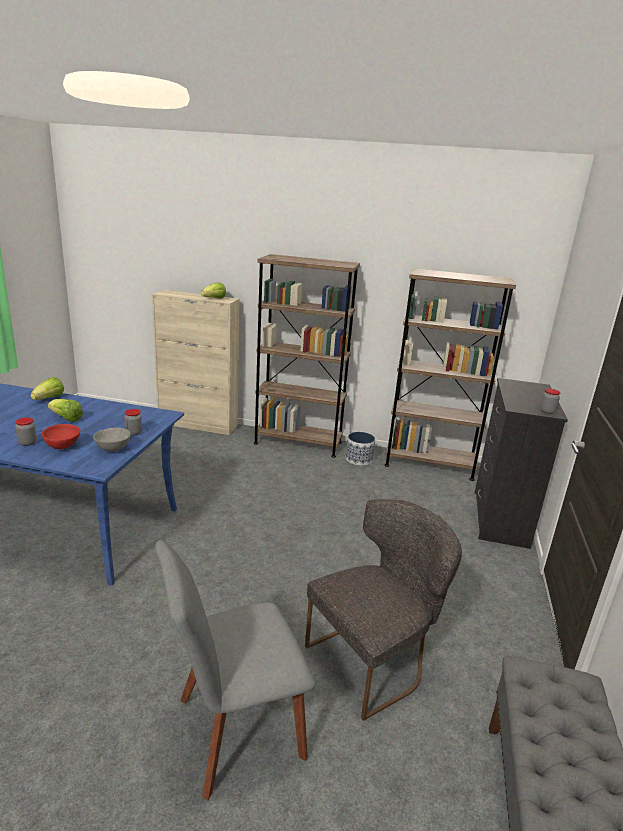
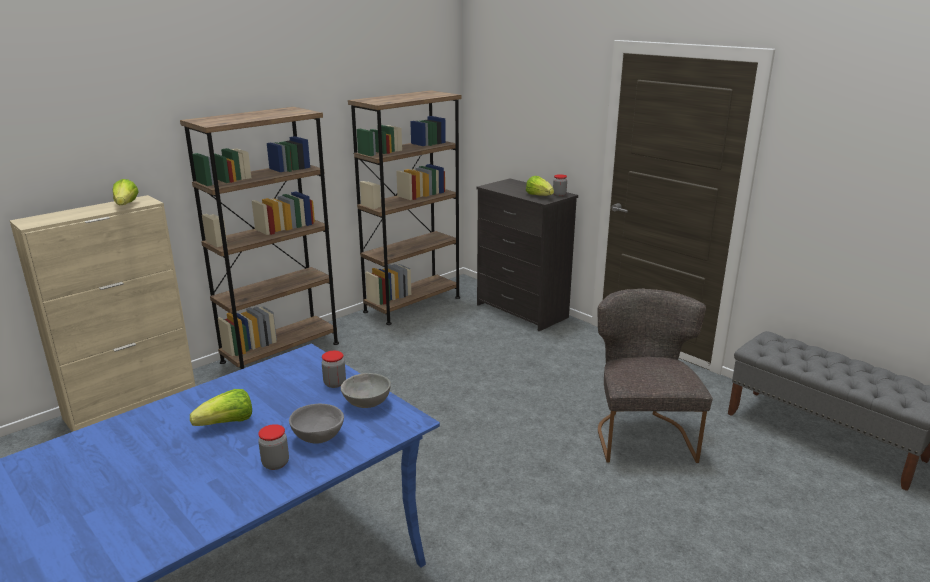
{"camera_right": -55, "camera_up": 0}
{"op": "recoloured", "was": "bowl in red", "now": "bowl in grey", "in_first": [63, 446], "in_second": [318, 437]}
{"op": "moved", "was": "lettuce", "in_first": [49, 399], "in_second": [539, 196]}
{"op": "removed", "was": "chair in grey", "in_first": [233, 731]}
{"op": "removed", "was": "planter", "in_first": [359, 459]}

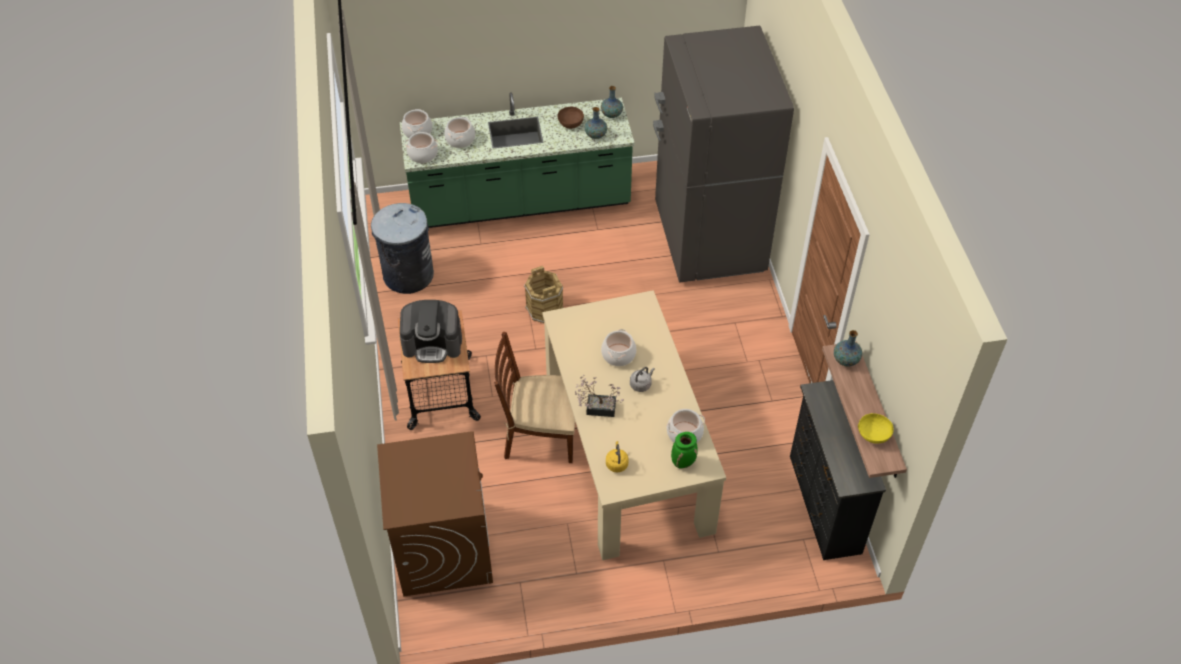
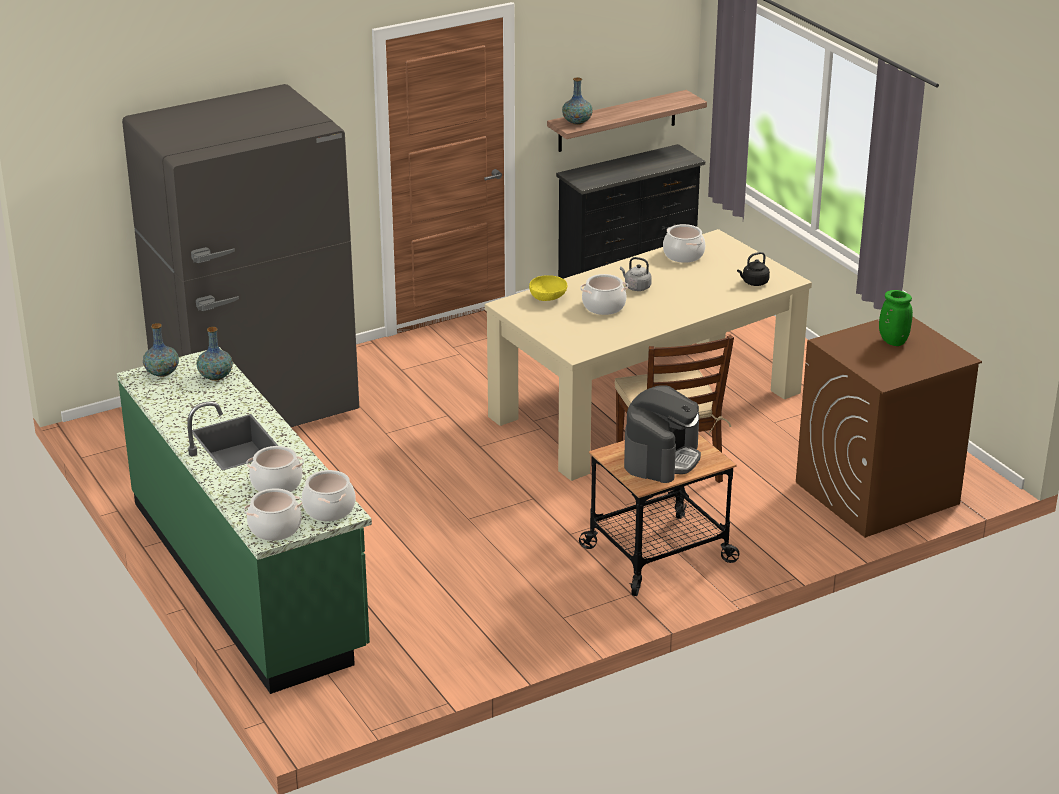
{"camera_right": -110, "camera_up": -20}
{"op": "moved", "was": "bowl in yellow", "in_first": [873, 435], "in_second": [548, 298]}
{"op": "turned", "was": "coffee machine", "in_first": [433, 343], "in_second": [661, 457], "clockwise": 45}
{"op": "recoloured", "was": "kettle in yellow", "now": "kettle in black", "in_first": [616, 463], "in_second": [754, 283]}
{"op": "moved", "was": "vase in green", "in_first": [683, 462], "in_second": [892, 341]}
{"op": "removed", "was": "trash can in grey", "in_first": [407, 275]}
{"op": "removed", "was": "bucket in brown", "in_first": [544, 309]}
{"op": "removed", "was": "bowl in brown", "in_first": [570, 123]}
{"op": "removed", "was": "potted plant", "in_first": [597, 408]}

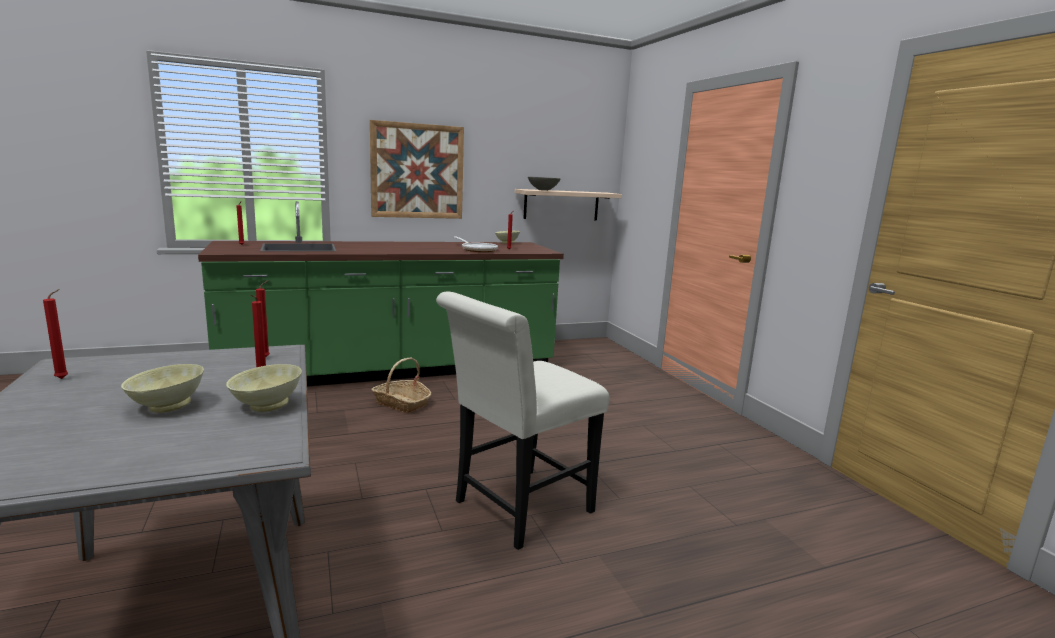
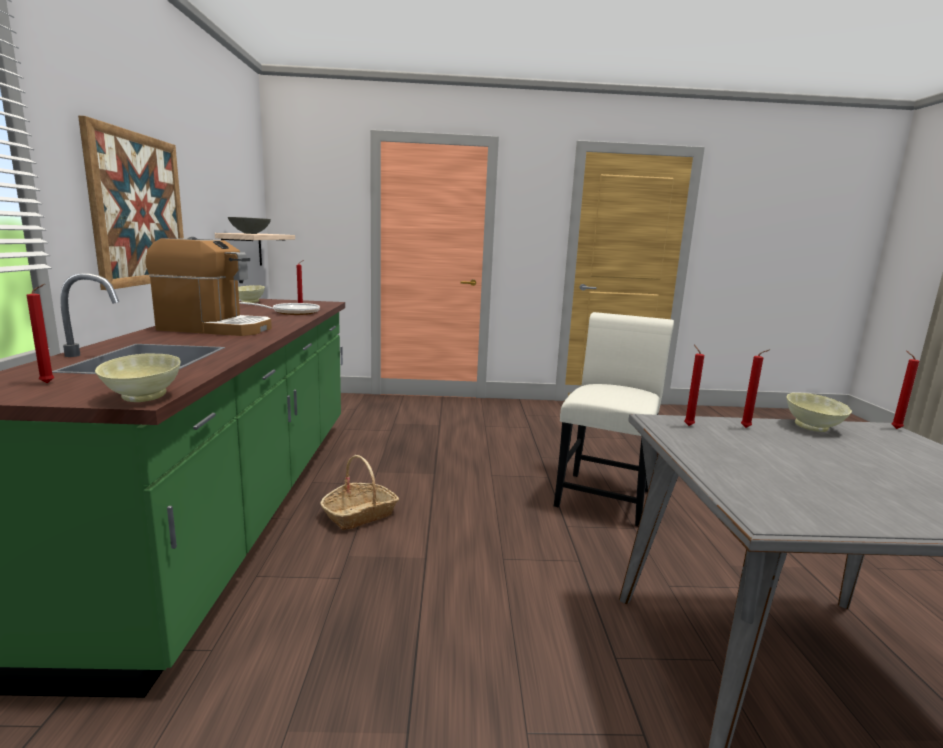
{"camera_right": -70, "camera_up": 0}
{"op": "moved", "was": "bowl in beige", "in_first": [166, 406], "in_second": [142, 397]}
{"op": "added", "now": "coffee machine", "in_second": [215, 328]}
{"op": "turned", "was": "chair in white", "in_first": [516, 510], "in_second": [605, 494], "clockwise": -135}
{"op": "moved", "was": "candle in red", "in_first": [64, 378], "in_second": [894, 428]}

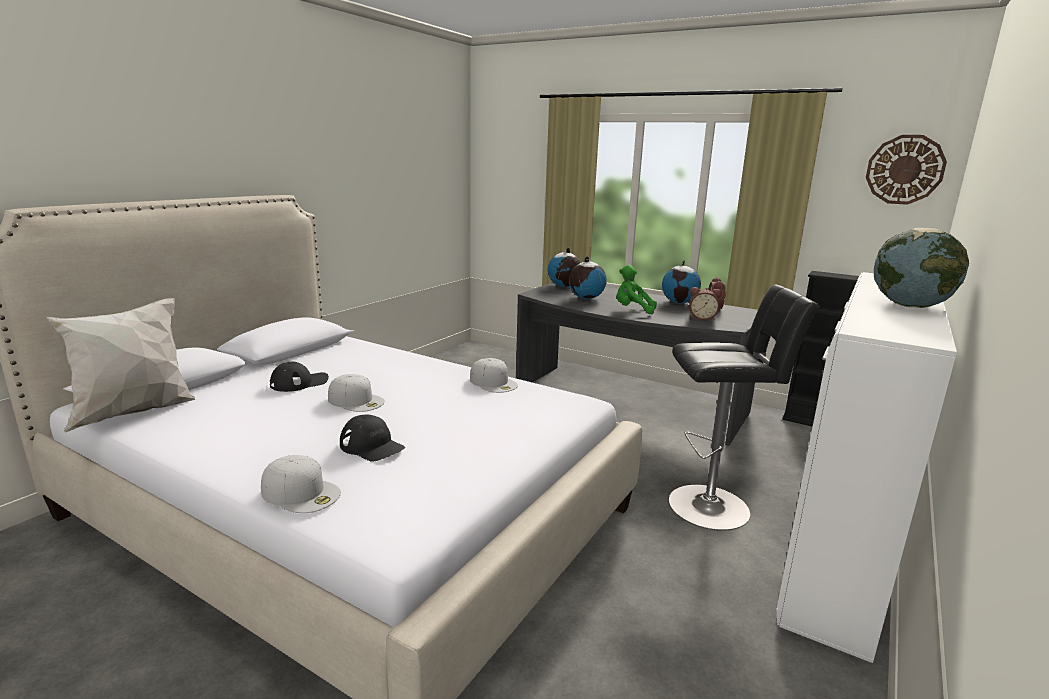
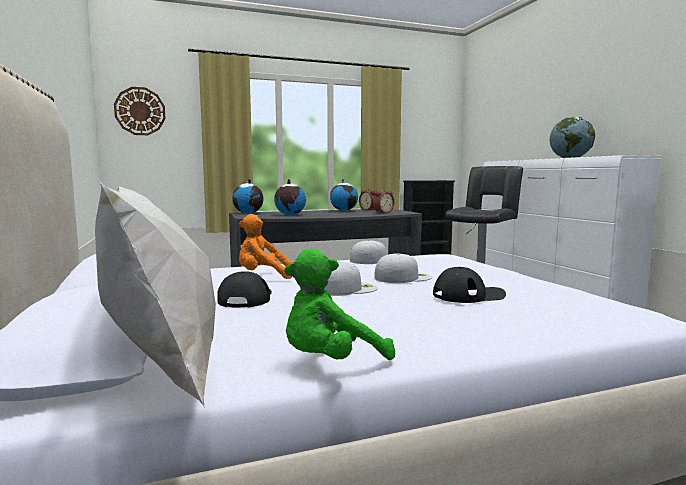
{"camera_right": -50, "camera_up": -10}
{"op": "moved", "was": "wall clock", "in_first": [904, 169], "in_second": [140, 111]}
{"op": "added", "now": "plush toy in orange", "in_second": [263, 276]}
{"op": "moved", "was": "plush toy in green", "in_first": [632, 310], "in_second": [331, 362]}
{"op": "moved", "was": "cap in white", "in_first": [301, 493], "in_second": [403, 277]}

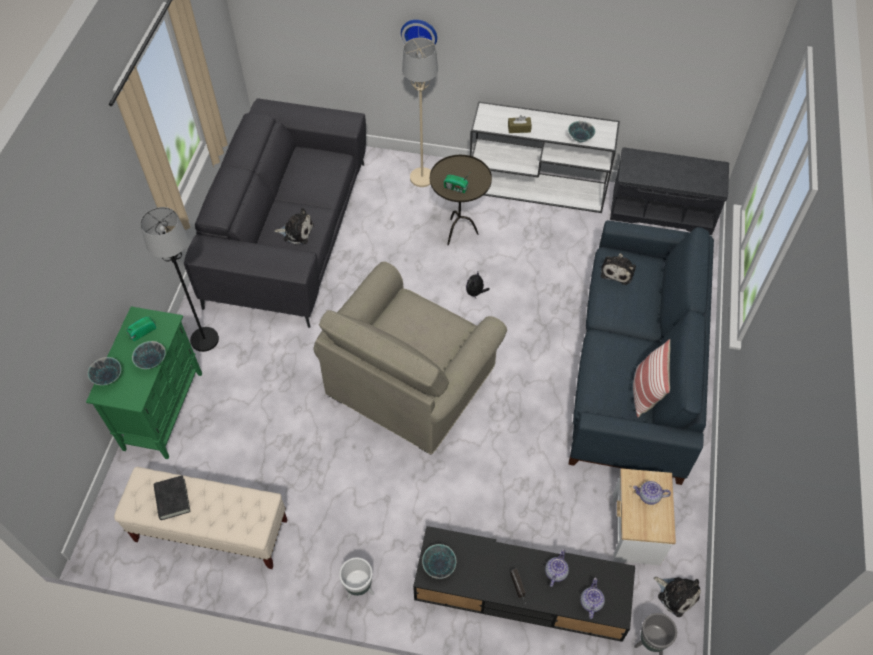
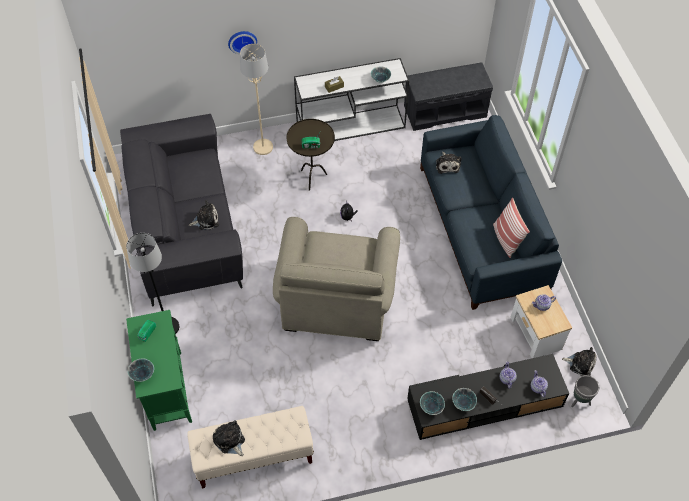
{"camera_right": -25, "camera_up": 0}
{"op": "replaced", "was": "book in black", "now": "plush toy", "in_first": [172, 499], "in_second": [229, 441]}
{"op": "moved", "was": "bowl", "in_first": [152, 362], "in_second": [463, 404]}
{"op": "removed", "was": "planter in white", "in_first": [359, 589]}

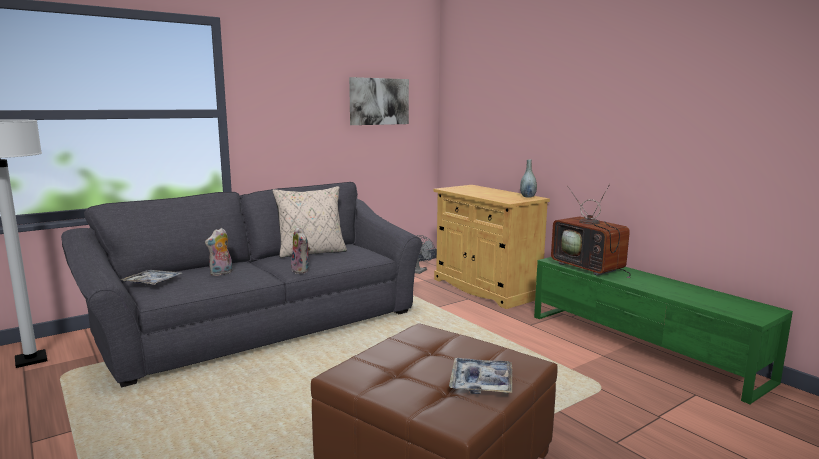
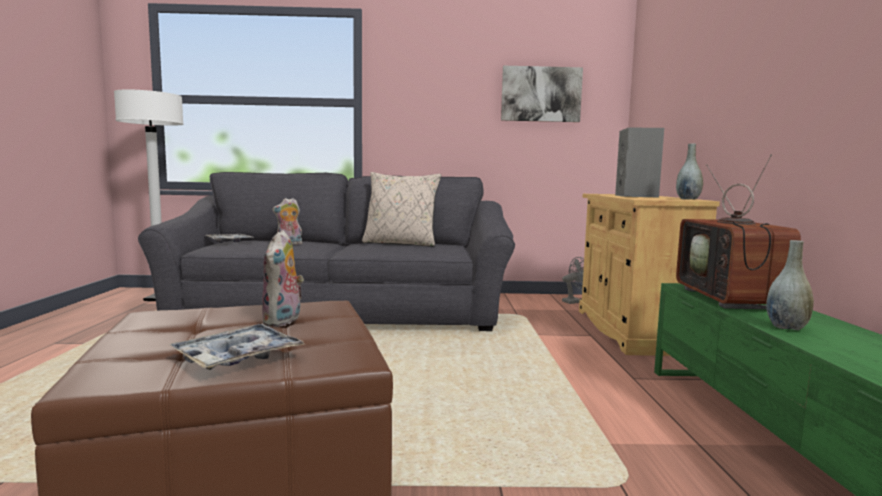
{"camera_right": 35, "camera_up": -5}
{"op": "moved", "was": "plush toy", "in_first": [302, 270], "in_second": [283, 321]}
{"op": "added", "now": "speaker in grey", "in_second": [637, 196]}
{"op": "added", "now": "vase in grey", "in_second": [786, 327]}

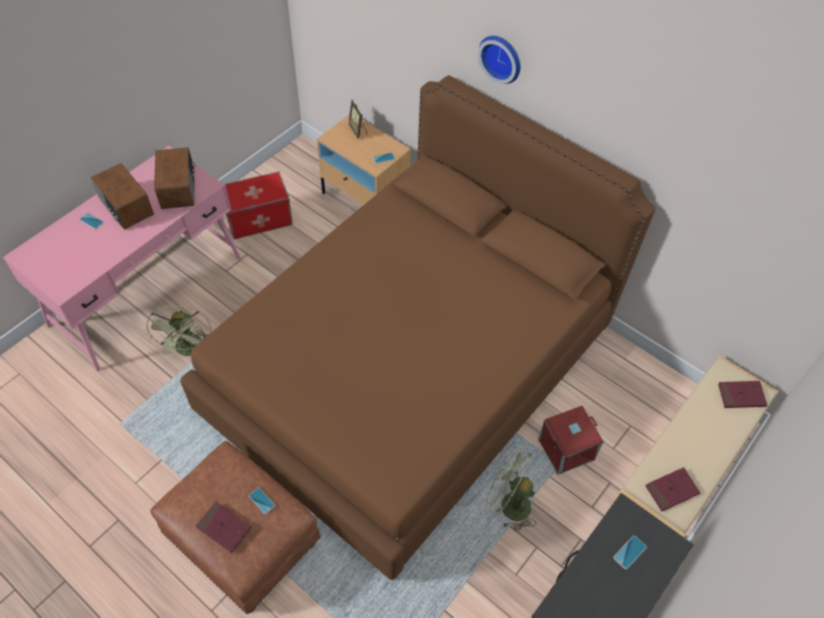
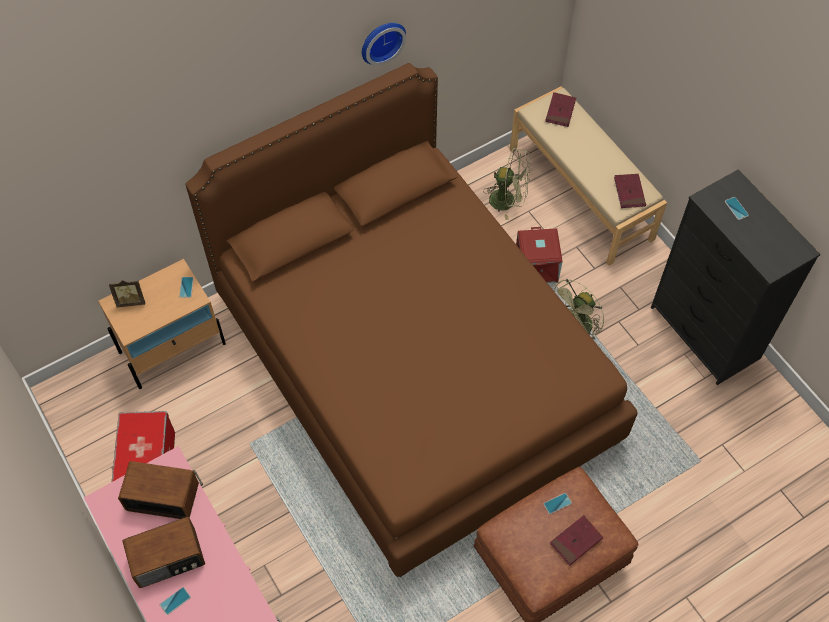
{"camera_right": -70, "camera_up": 5}
{"op": "moved", "was": "wall clock", "in_first": [502, 57], "in_second": [381, 40]}
{"op": "moved", "was": "fan in green", "in_first": [189, 350], "in_second": [508, 200]}

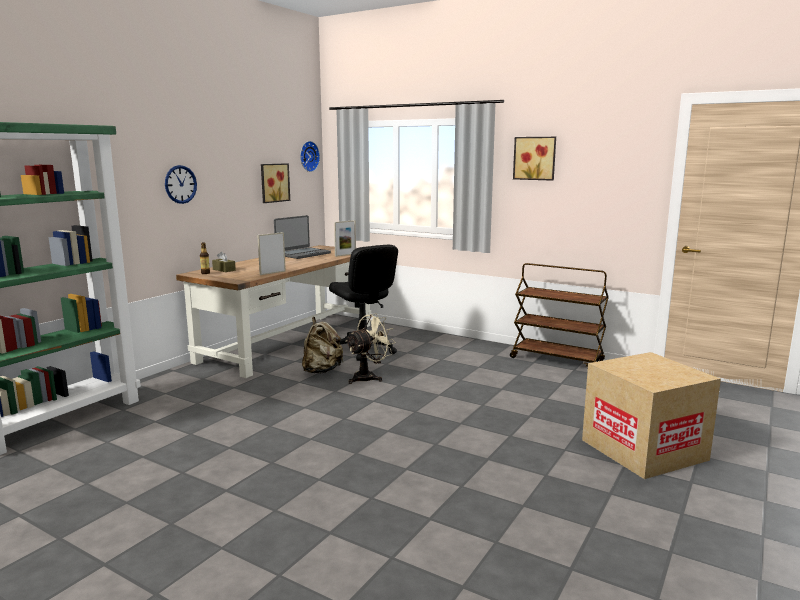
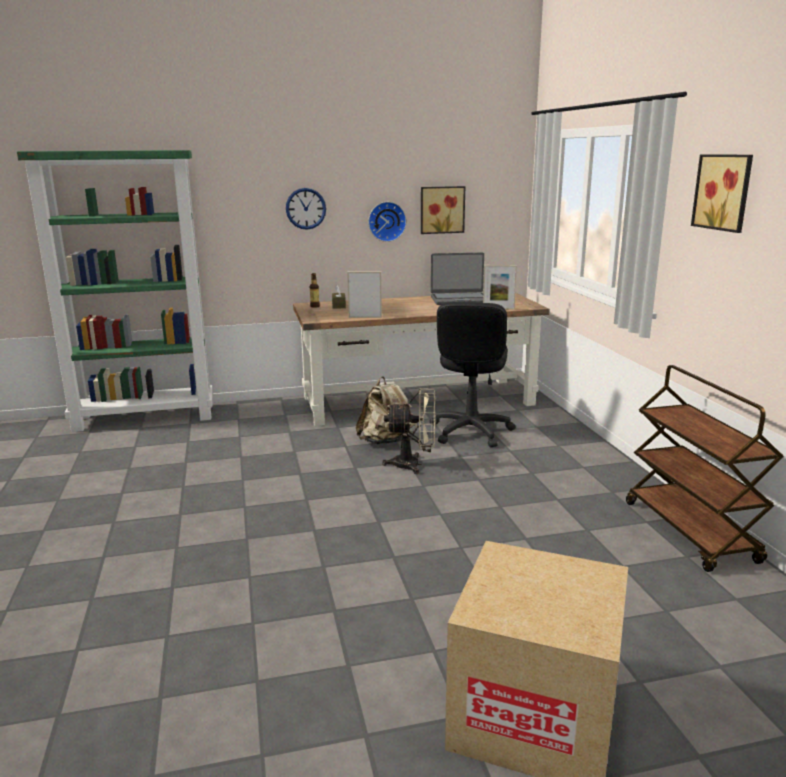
{"camera_right": 45, "camera_up": 5}
{"op": "moved", "was": "wall clock", "in_first": [308, 156], "in_second": [386, 221]}

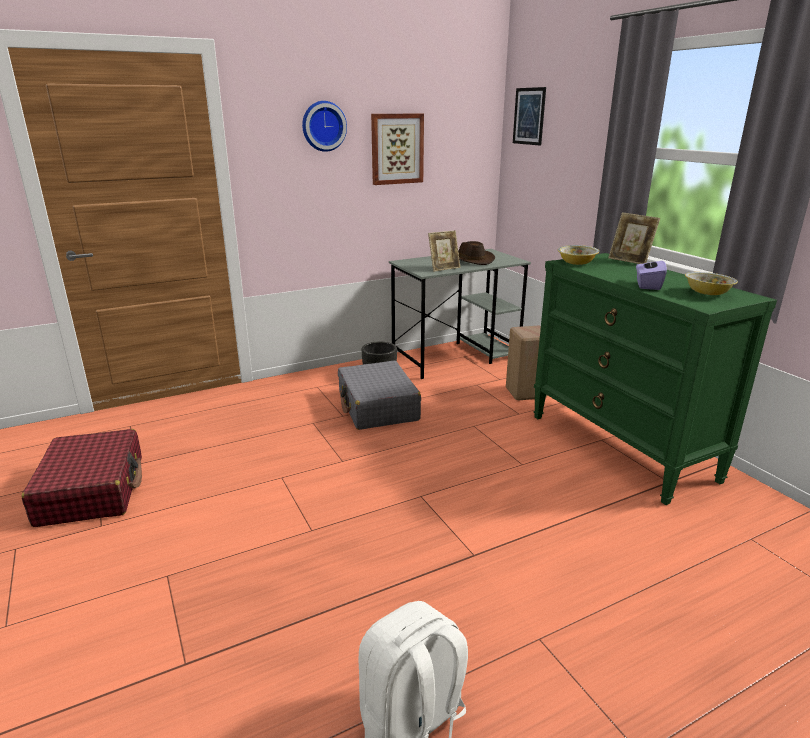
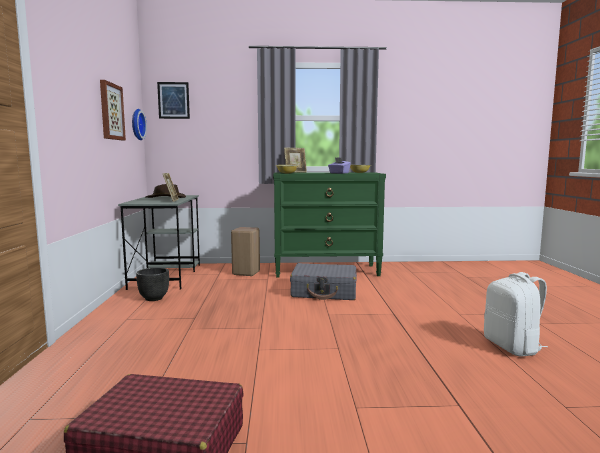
{"camera_right": -65, "camera_up": -15}
{"op": "moved", "was": "wall clock", "in_first": [323, 126], "in_second": [136, 124]}
{"op": "moved", "was": "suitcase in grey", "in_first": [377, 407], "in_second": [324, 292]}

